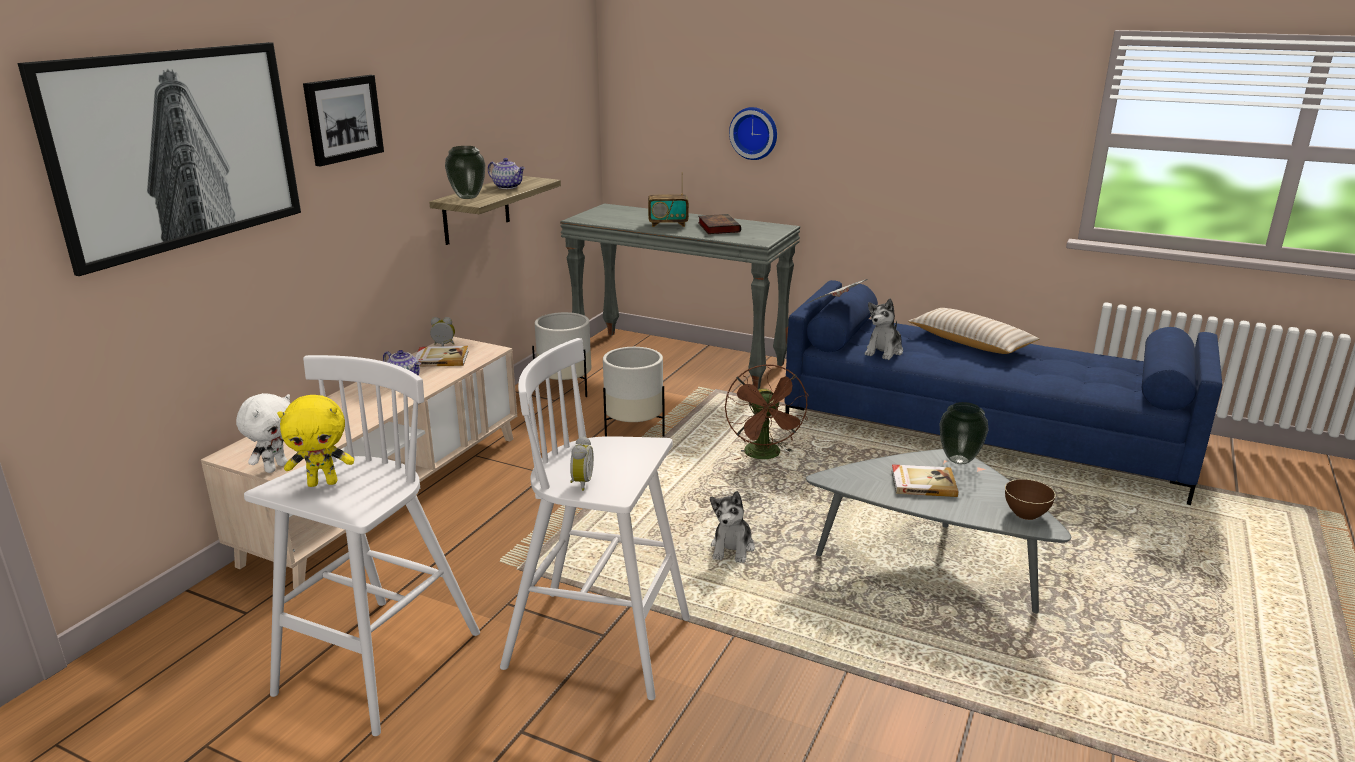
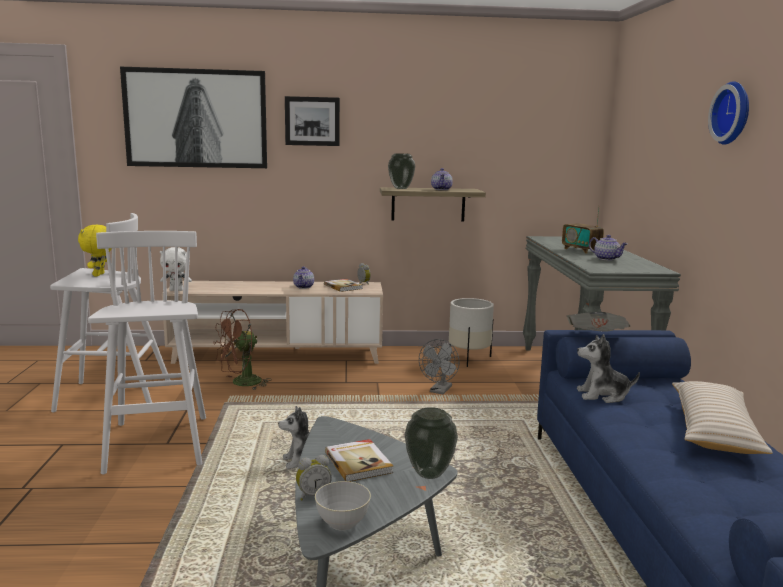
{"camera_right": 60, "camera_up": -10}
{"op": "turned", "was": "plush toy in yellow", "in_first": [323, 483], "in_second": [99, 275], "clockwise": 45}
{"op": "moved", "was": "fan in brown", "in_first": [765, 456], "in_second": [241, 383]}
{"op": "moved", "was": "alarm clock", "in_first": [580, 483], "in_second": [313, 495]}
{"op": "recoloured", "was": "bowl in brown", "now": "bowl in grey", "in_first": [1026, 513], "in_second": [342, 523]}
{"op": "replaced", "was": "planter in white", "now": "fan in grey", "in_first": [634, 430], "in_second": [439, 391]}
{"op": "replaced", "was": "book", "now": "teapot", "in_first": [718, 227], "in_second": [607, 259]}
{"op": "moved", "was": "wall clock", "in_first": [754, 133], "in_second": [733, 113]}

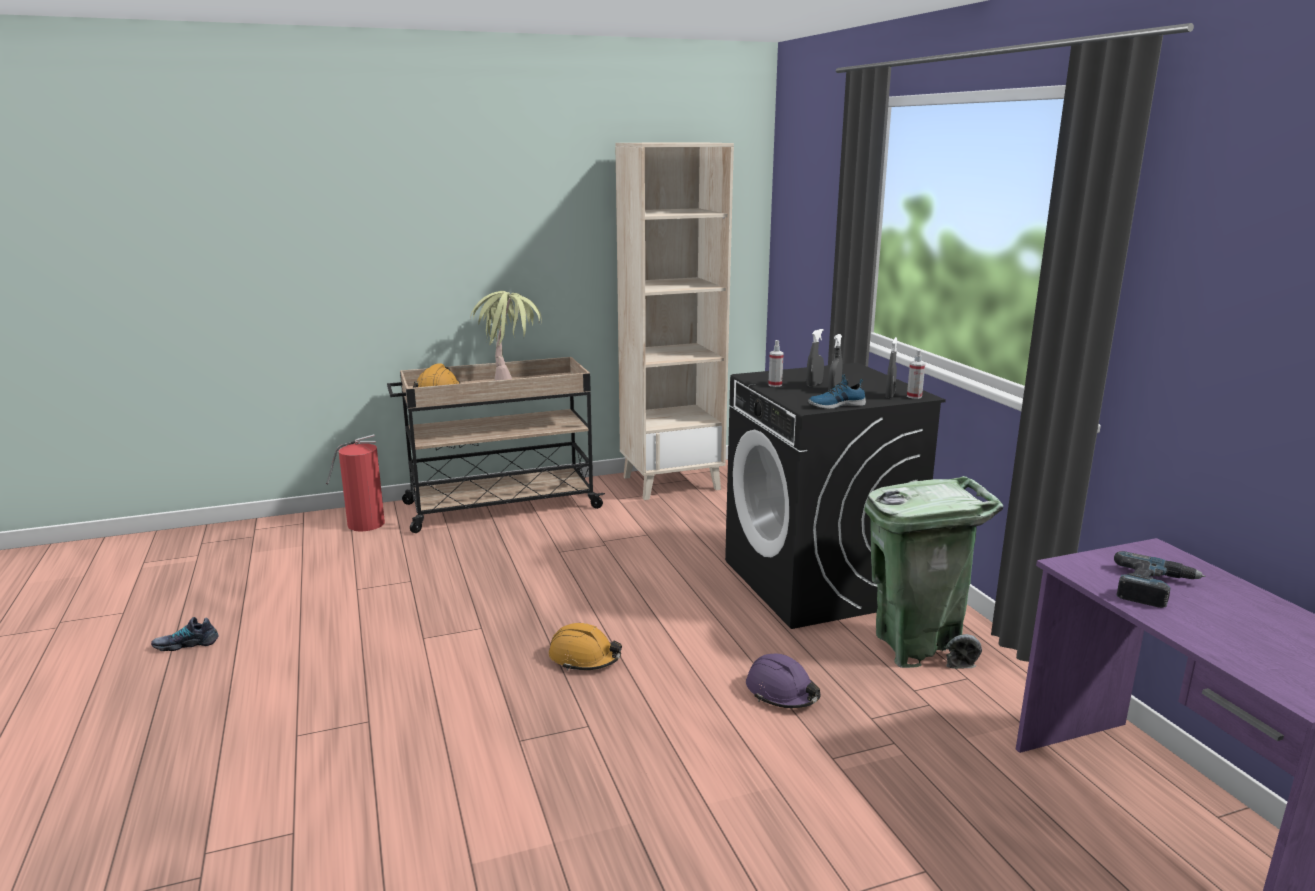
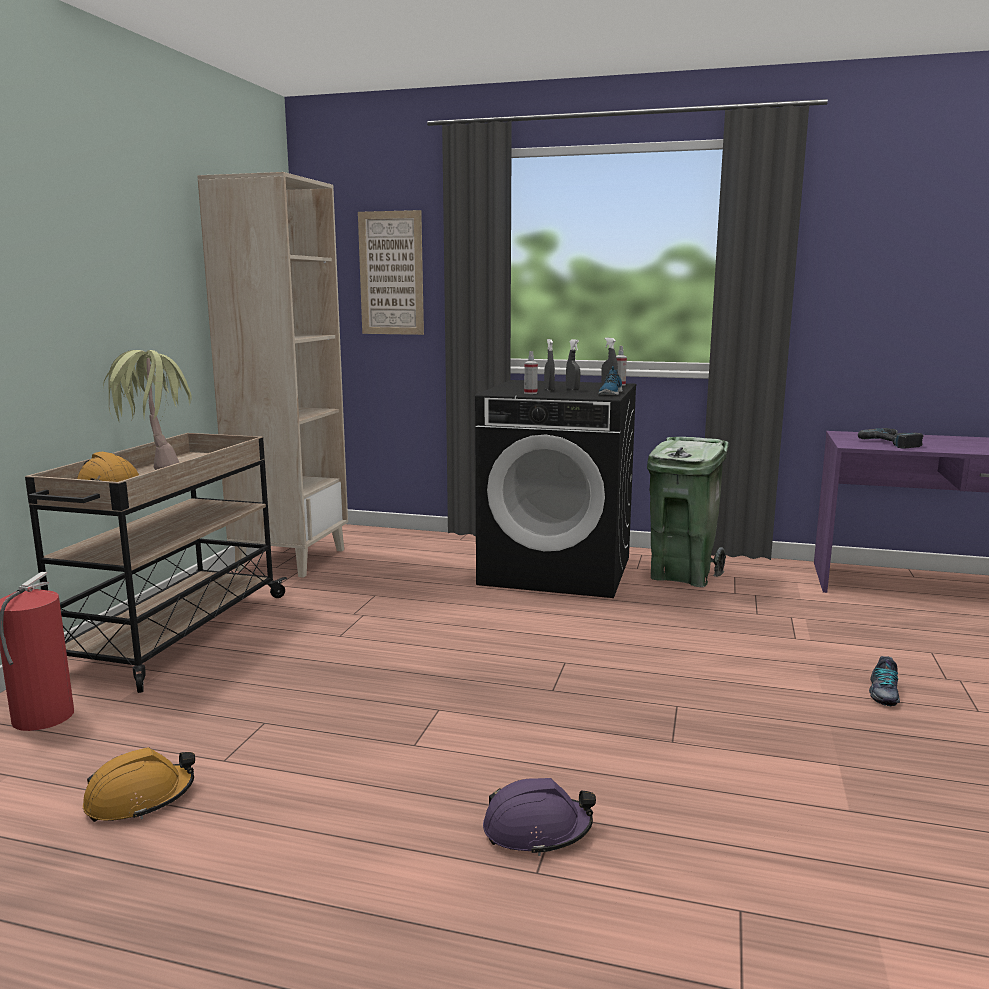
{"camera_right": -55, "camera_up": -5}
{"op": "moved", "was": "hard hat in orange", "in_first": [584, 658], "in_second": [140, 799]}
{"op": "added", "now": "picture", "in_second": [391, 273]}
{"op": "moved", "was": "hard hat in purple", "in_first": [782, 693], "in_second": [537, 830]}
{"op": "moved", "was": "shoe", "in_first": [186, 644], "in_second": [883, 693]}

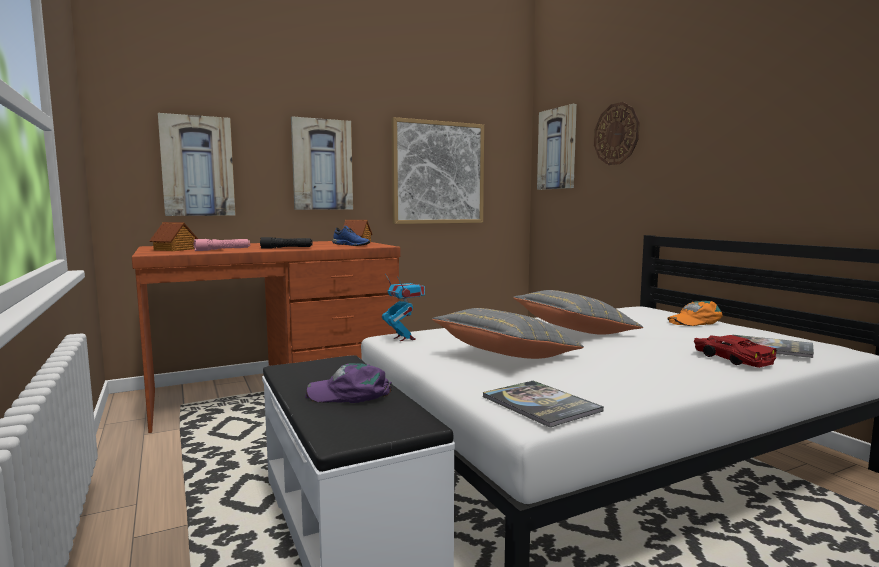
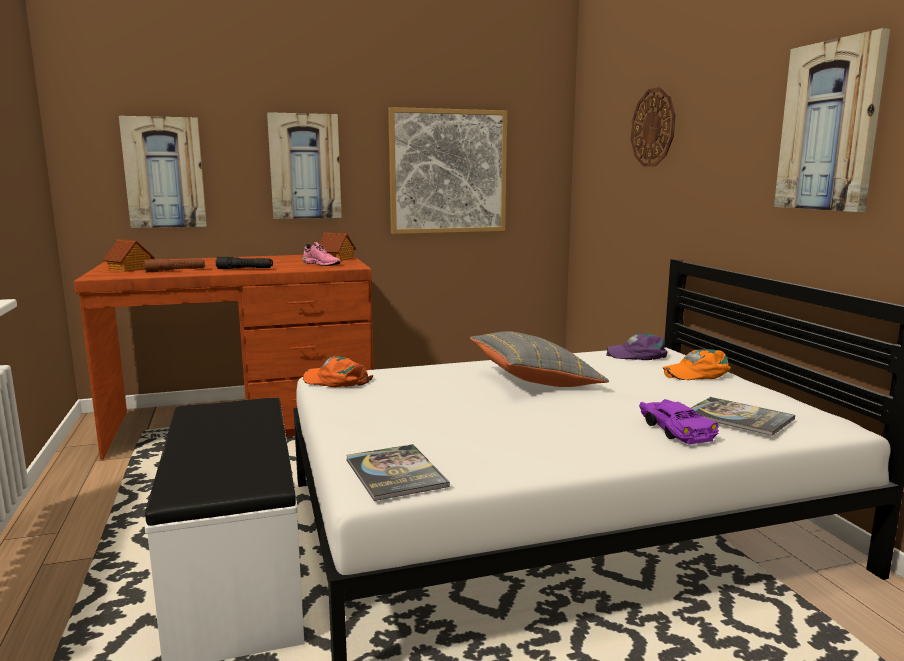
{"camera_right": 10, "camera_up": 5}
{"op": "recoloured", "was": "flashlight in pink", "now": "flashlight in brown", "in_first": [222, 250], "in_second": [175, 270]}
{"op": "recoloured", "was": "shoe in blue", "now": "shoe in pink", "in_first": [351, 245], "in_second": [322, 264]}
{"op": "replaced", "was": "toy robot", "now": "cap in orange", "in_first": [404, 338], "in_second": [336, 380]}
{"op": "moved", "was": "cap in purple", "in_first": [350, 394], "in_second": [637, 355]}
{"op": "recoloured", "was": "toy car in red", "now": "toy car in purple", "in_first": [731, 359], "in_second": [675, 430]}
{"op": "moved", "was": "picture", "in_first": [557, 149], "in_second": [830, 126]}
{"op": "removed", "was": "pillow in grey", "in_first": [506, 356]}

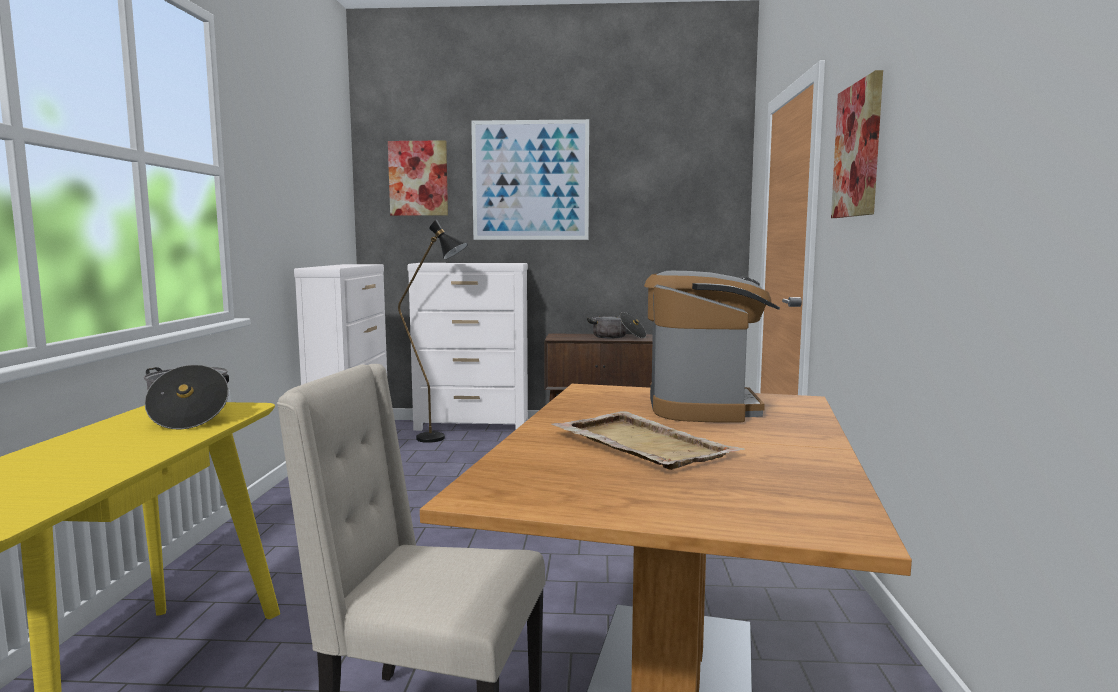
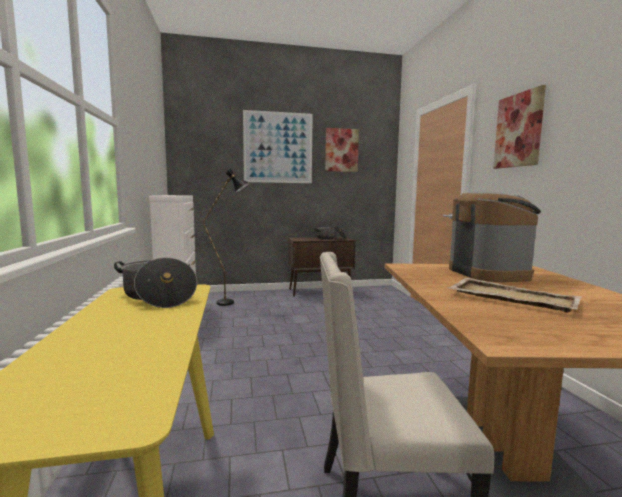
{"camera_right": -15, "camera_up": 0}
{"op": "moved", "was": "picture", "in_first": [418, 178], "in_second": [341, 150]}
{"op": "removed", "was": "dresser in white", "in_first": [472, 426]}

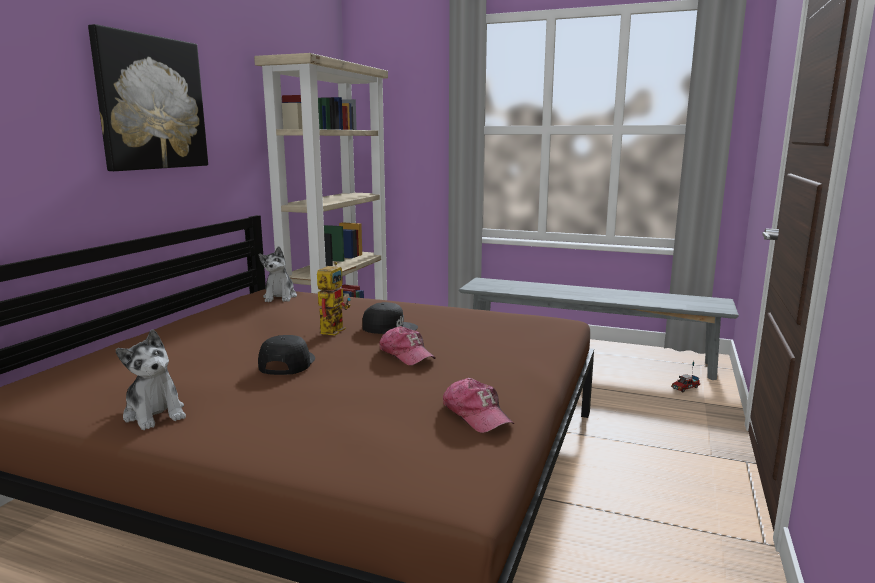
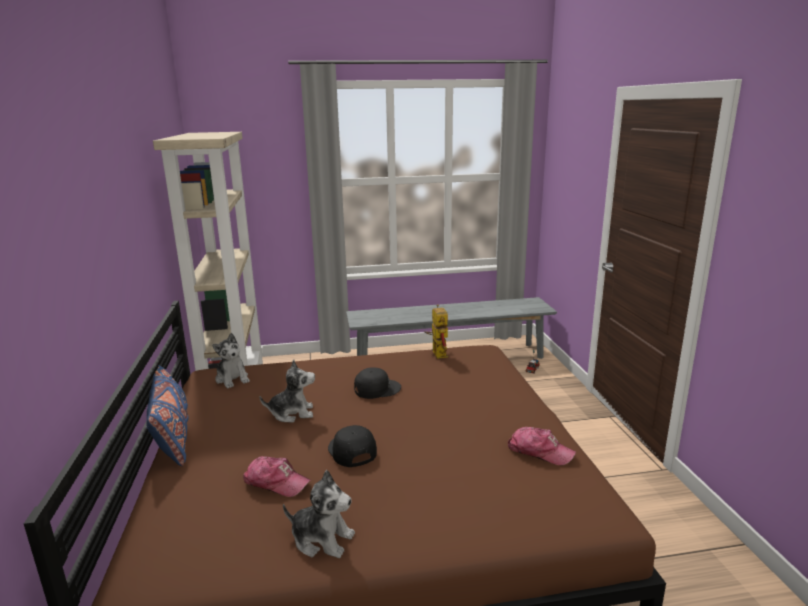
{"camera_right": -30, "camera_up": 5}
{"op": "added", "now": "pillow in blue", "in_second": [172, 436]}
{"op": "moved", "was": "cap", "in_first": [406, 355], "in_second": [276, 482]}
{"op": "added", "now": "plush toy", "in_second": [292, 413]}
{"op": "moved", "was": "toy robot", "in_first": [333, 329], "in_second": [437, 352]}
{"op": "removed", "was": "picture", "in_first": [151, 103]}

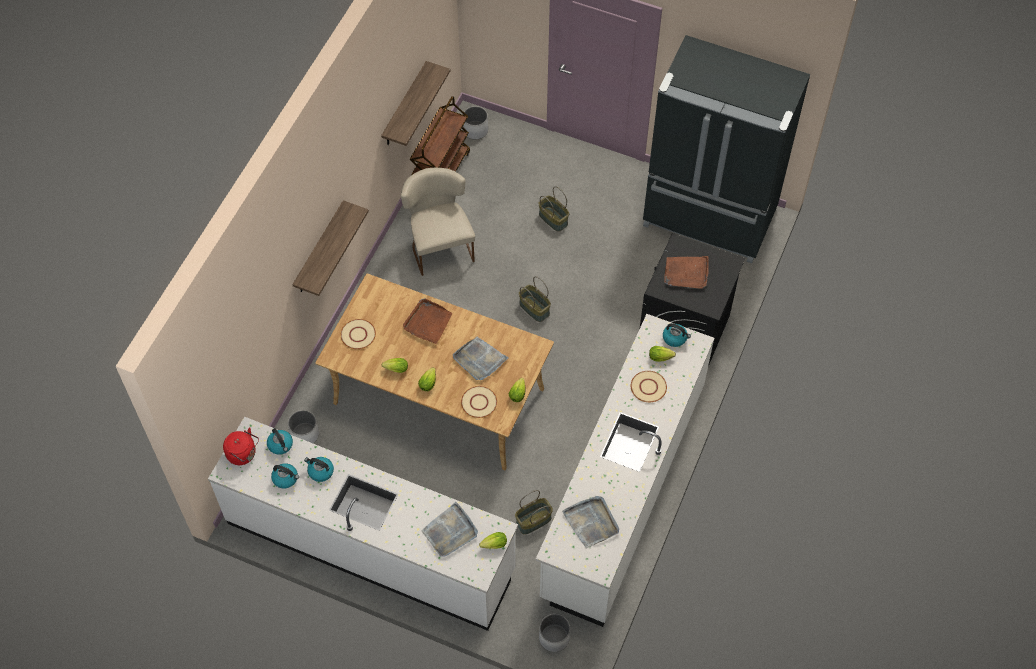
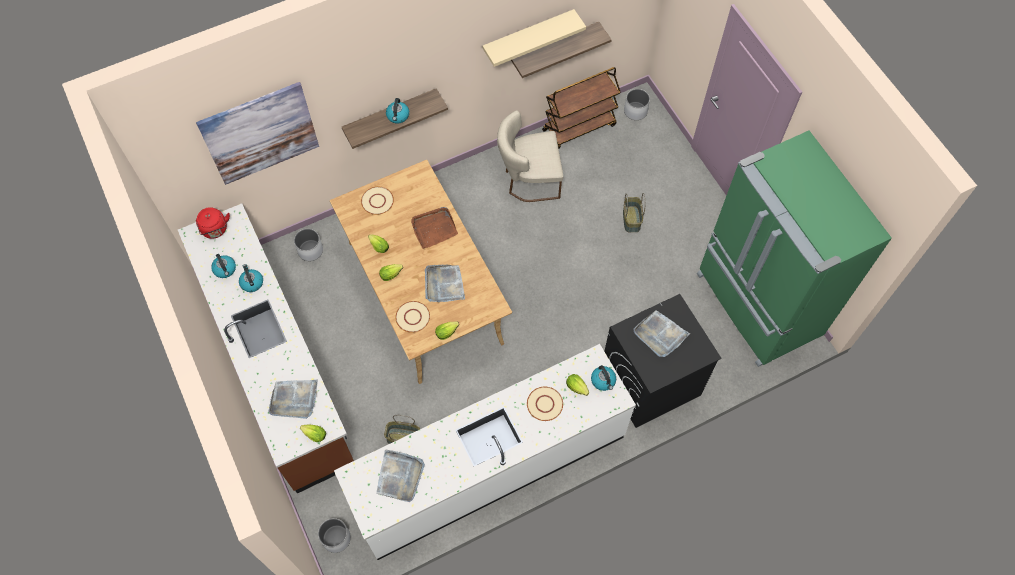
{"camera_right": 40, "camera_up": 5}
{"op": "recoloured", "was": "counter in white", "now": "counter in brown", "in_first": [370, 545], "in_second": [278, 365]}
{"op": "added", "now": "picture", "in_second": [260, 133]}
{"op": "moved", "was": "kettle", "in_first": [281, 445], "in_second": [398, 116]}
{"op": "added", "now": "shelf in beige", "in_second": [528, 35]}
{"op": "turned", "was": "chair in beige", "in_first": [439, 245], "in_second": [529, 180], "clockwise": -120}
{"op": "recoloured", "was": "tray in brown", "now": "tray in grey", "in_first": [686, 273], "in_second": [660, 334]}
{"op": "recoloured", "was": "fridge in black", "now": "fridge in green", "in_first": [709, 218], "in_second": [756, 305]}
{"op": "removed", "was": "basket", "in_first": [535, 308]}

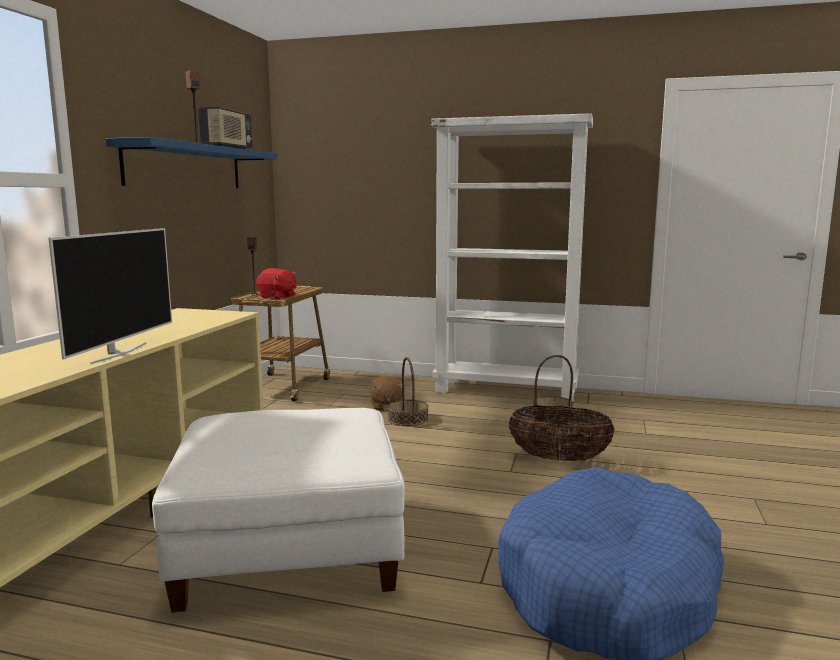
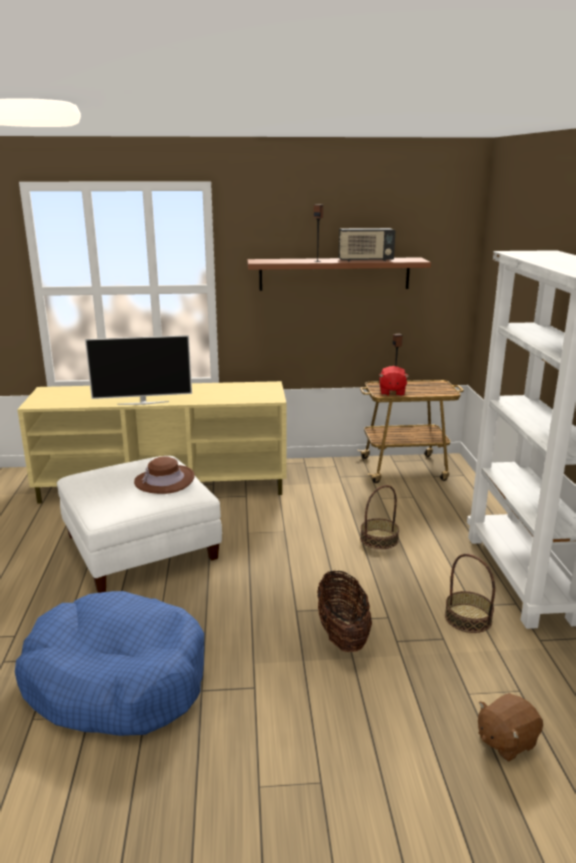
{"camera_right": 70, "camera_up": 10}
{"op": "added", "now": "hat in brown", "in_second": [165, 481]}
{"op": "recoloured", "was": "shelf in blue", "now": "shelf in brown", "in_first": [186, 167], "in_second": [334, 274]}
{"op": "moved", "was": "plush toy in brown", "in_first": [385, 406], "in_second": [505, 741]}

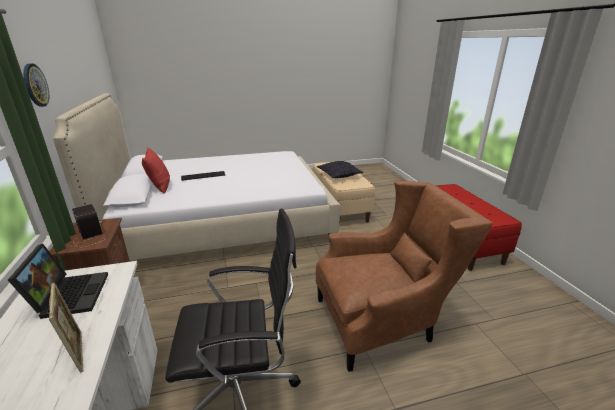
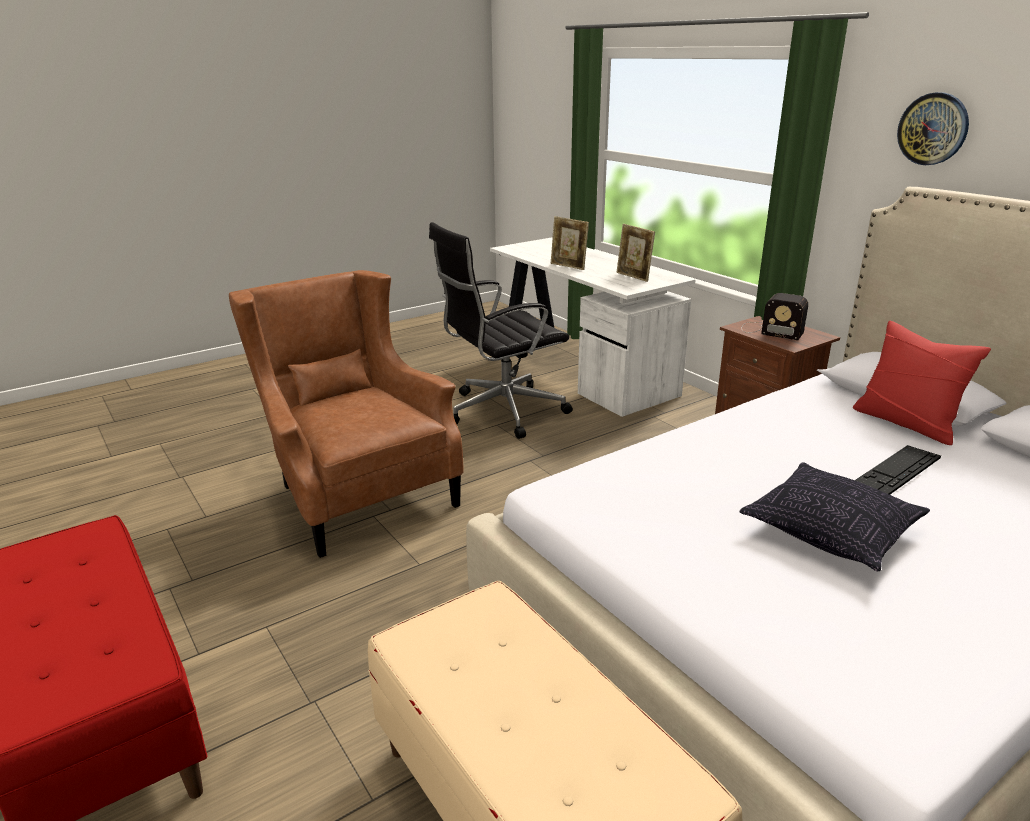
{"camera_right": 160, "camera_up": 0}
{"op": "turned", "was": "armchair in brown", "in_first": [382, 321], "in_second": [355, 491], "clockwise": 90}
{"op": "replaced", "was": "laptop", "now": "picture frame", "in_first": [69, 294], "in_second": [633, 277]}
{"op": "moved", "was": "pillow", "in_first": [339, 175], "in_second": [831, 532]}

